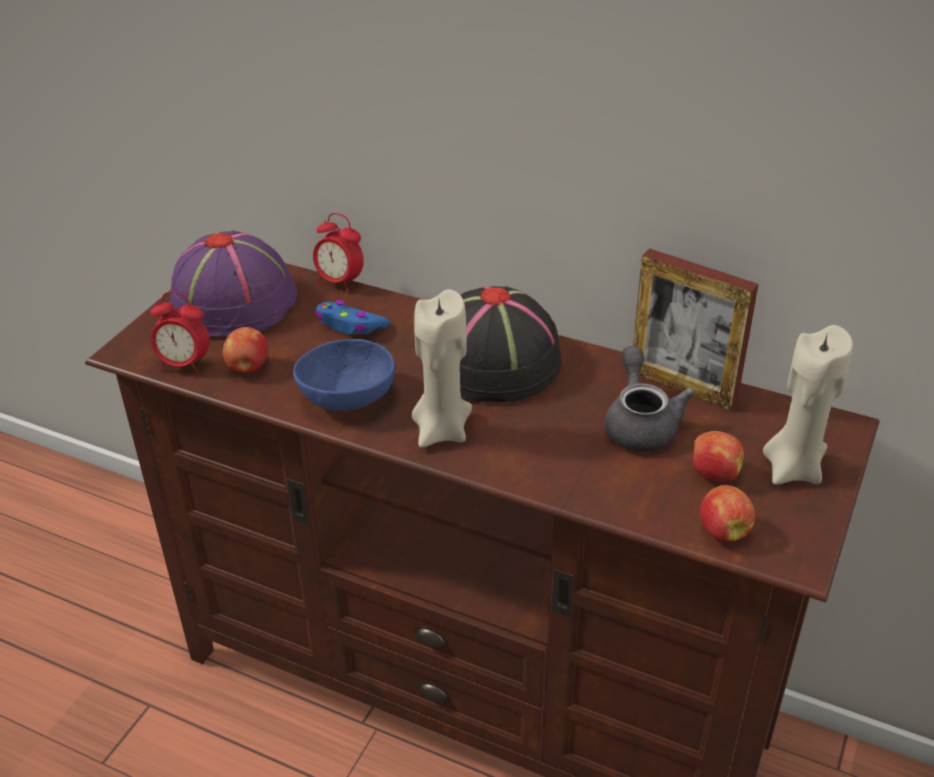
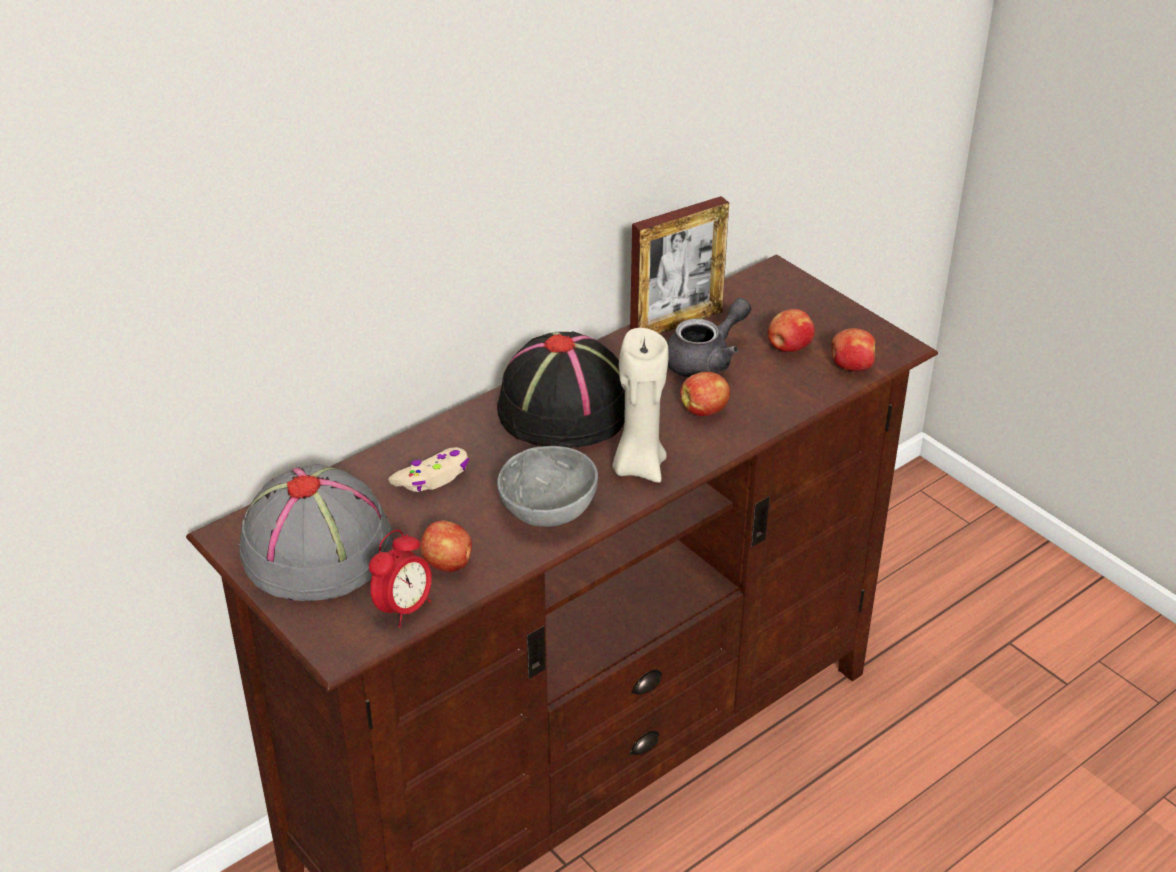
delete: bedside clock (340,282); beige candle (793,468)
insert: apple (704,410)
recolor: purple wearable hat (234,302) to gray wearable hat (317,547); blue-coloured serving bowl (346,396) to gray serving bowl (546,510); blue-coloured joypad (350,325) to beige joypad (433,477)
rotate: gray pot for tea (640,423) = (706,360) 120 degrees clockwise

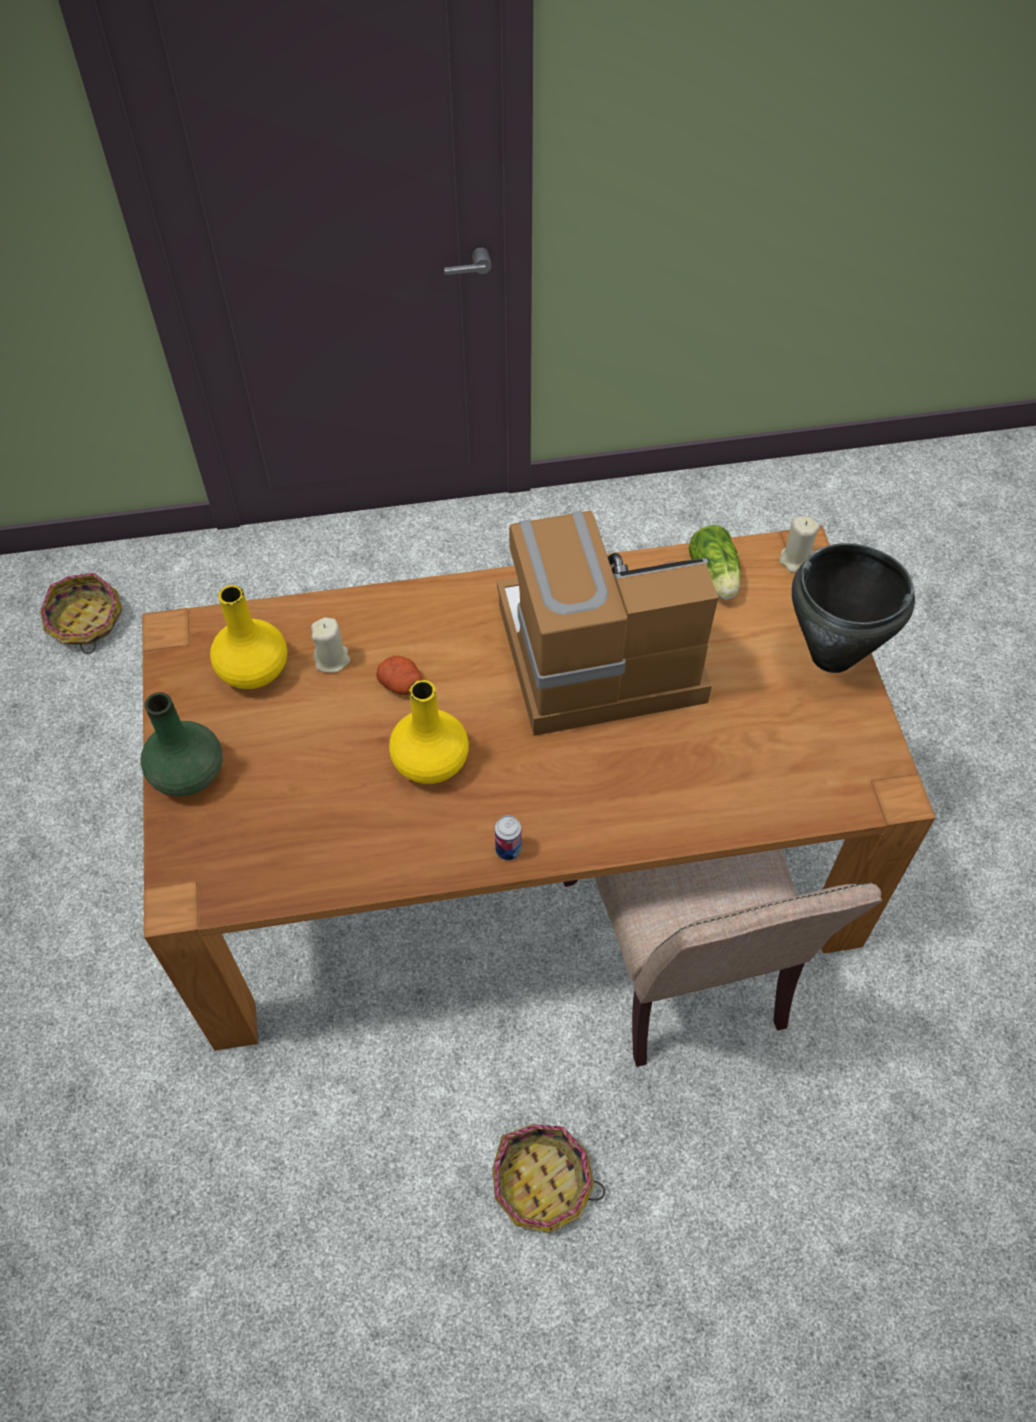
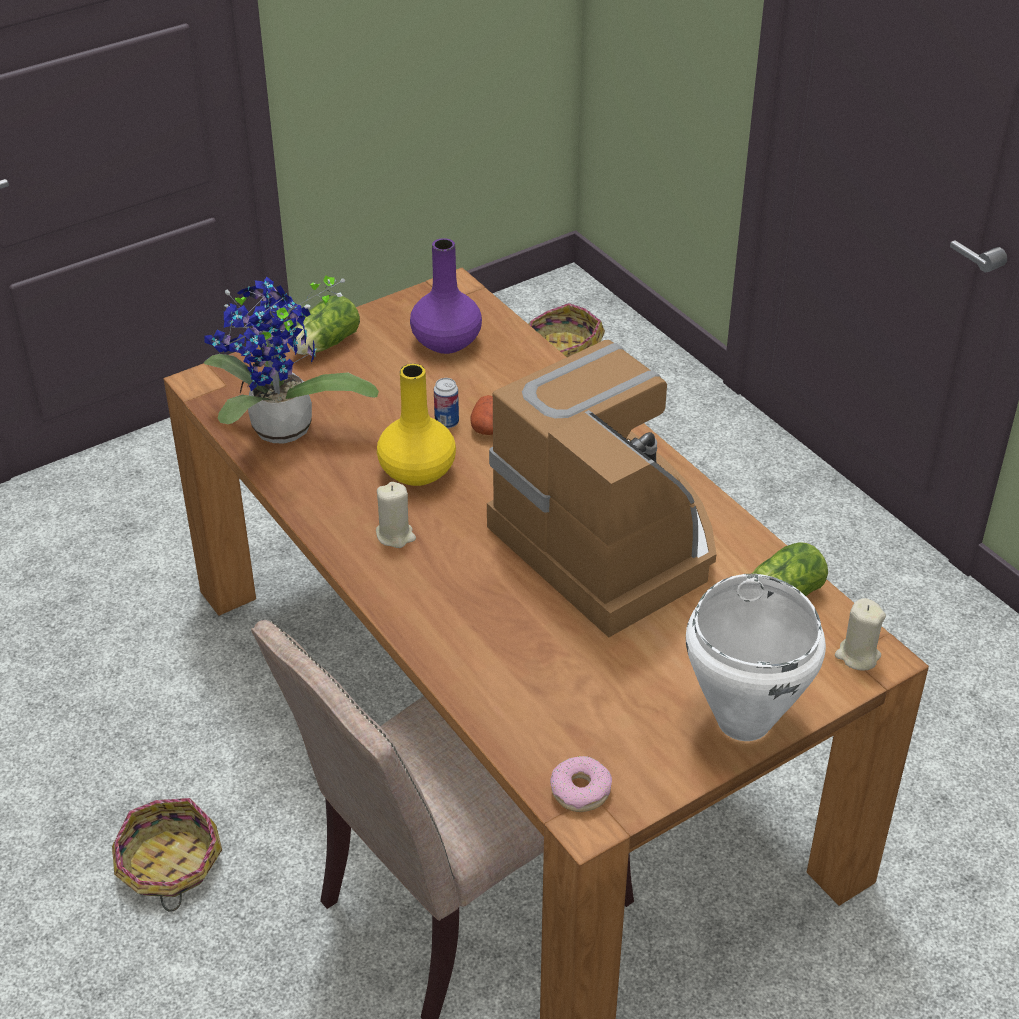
insert: plant in a pot (281,433); donut (580,790)
move: beige candle (332,659) to (395,535); can (508,850) to (446,422)
replace: green-coloured flower vase (188,772) to lettuce (323,345)
recolor: yellowish flower vase (253,669) to purple flower vase (447,341); black-coloured stockpot (832,656) to white stockpot (742,721)

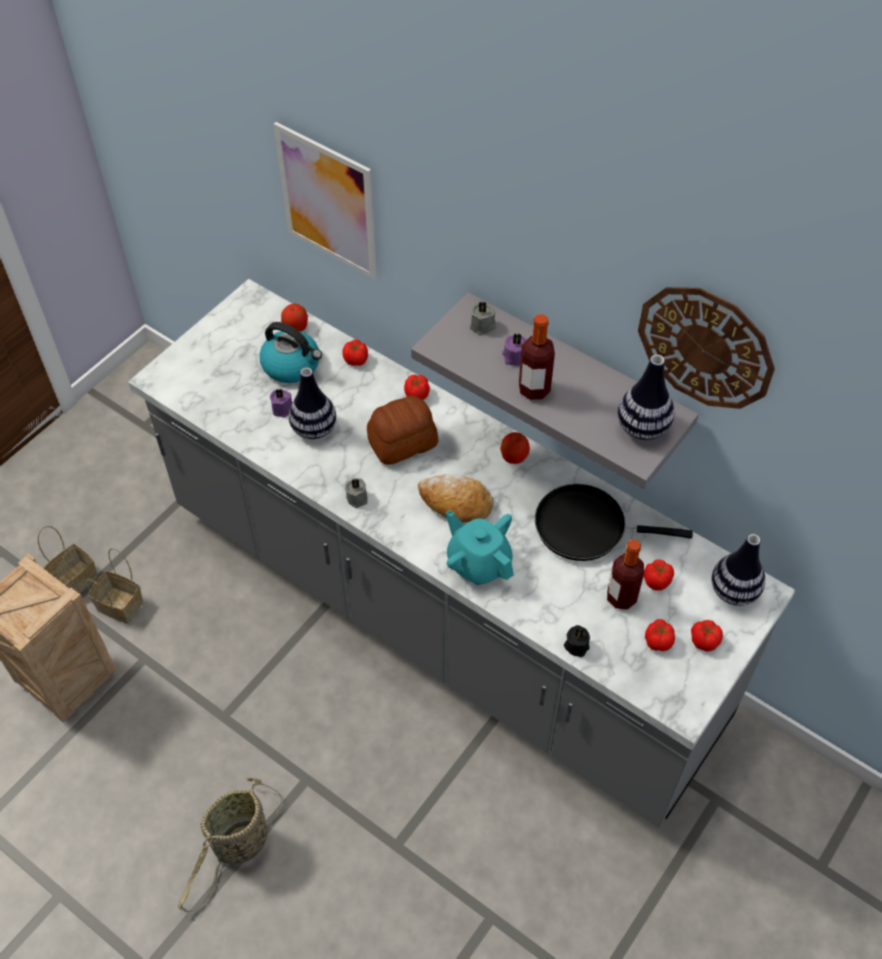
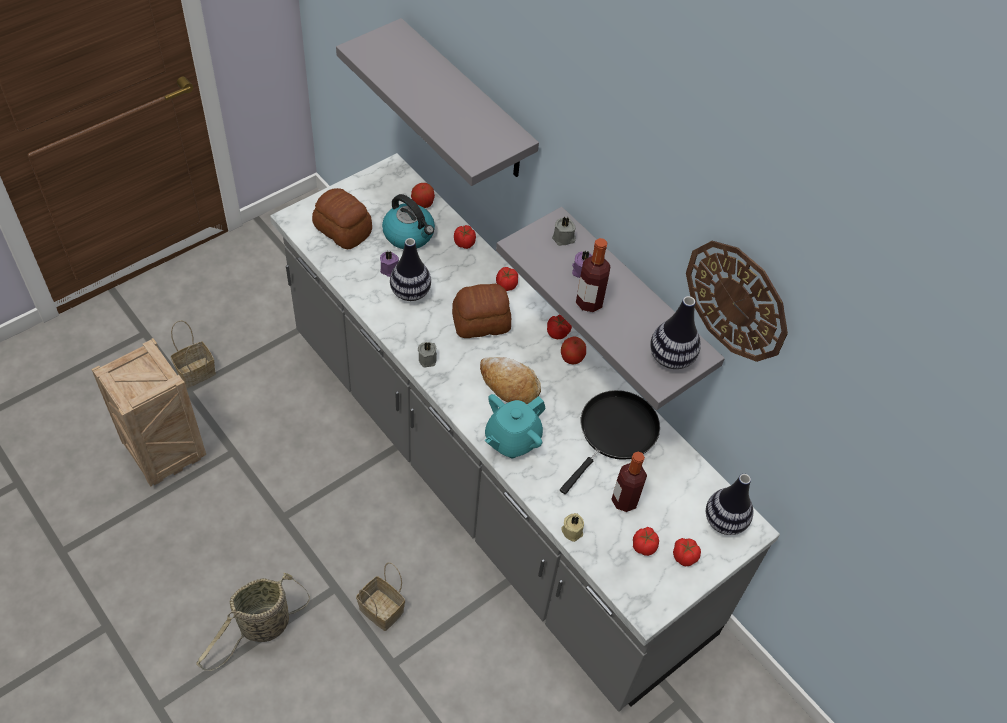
insert: bread (343,229)
move: storage basket (122,605) to (383,610); fresh tomato (657,581) to (558,332)
replace: wall picture (328,201) to gray wall shelf (466,102)
recolor: black-coloured candle (576,645) to beige candle (572,530)
rotate: blue-green pot for tea (478,562) = (512,439) 105 degrees counterclockwise; black-coloured frying pan (587,527) = (615,433) 105 degrees clockwise

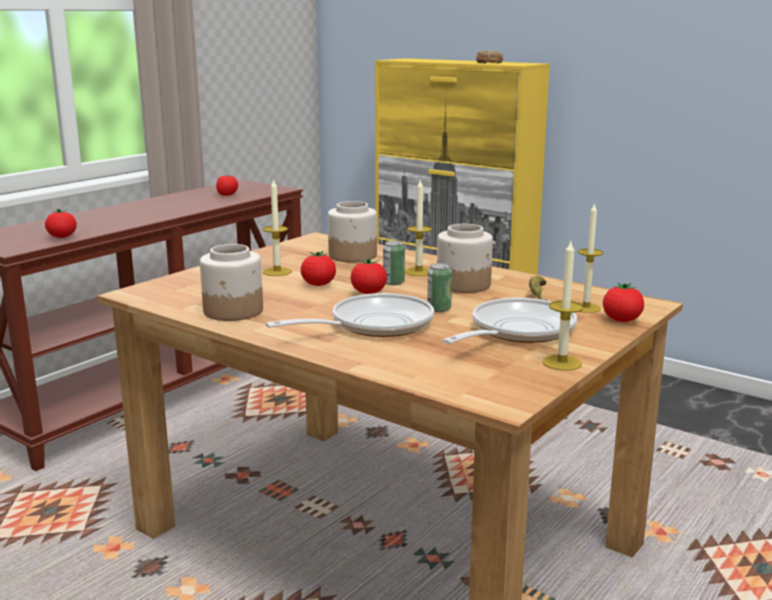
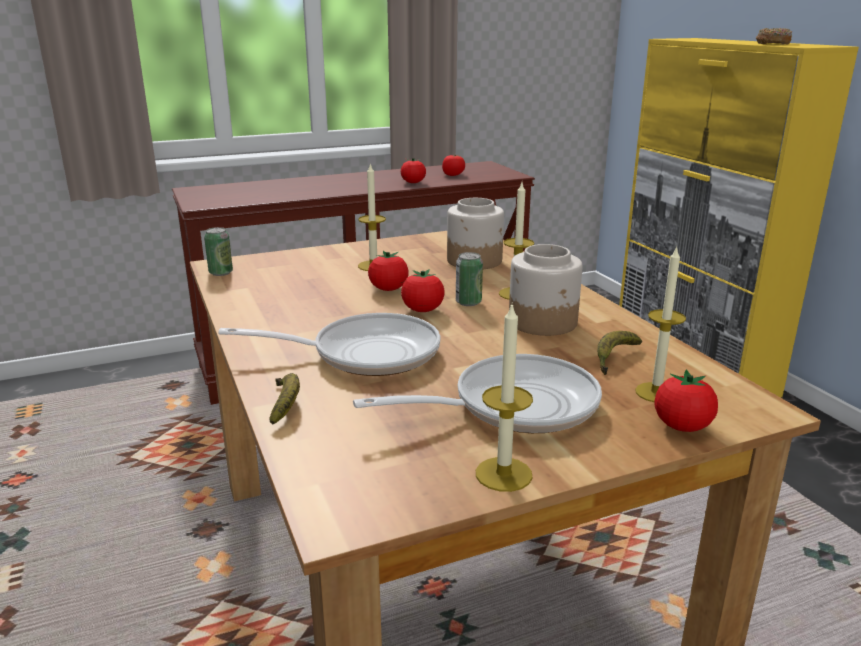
delete: jar (233,311)
insert: whole banana (286,405)
move: fresh tomato (62,237) to (413,182); can (439,309) to (221,273)

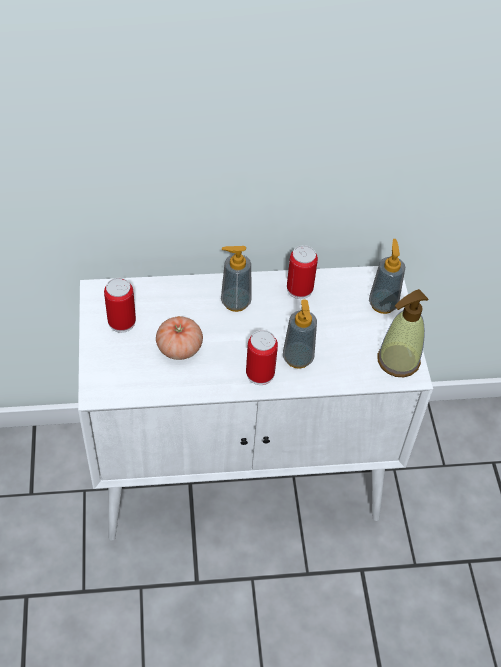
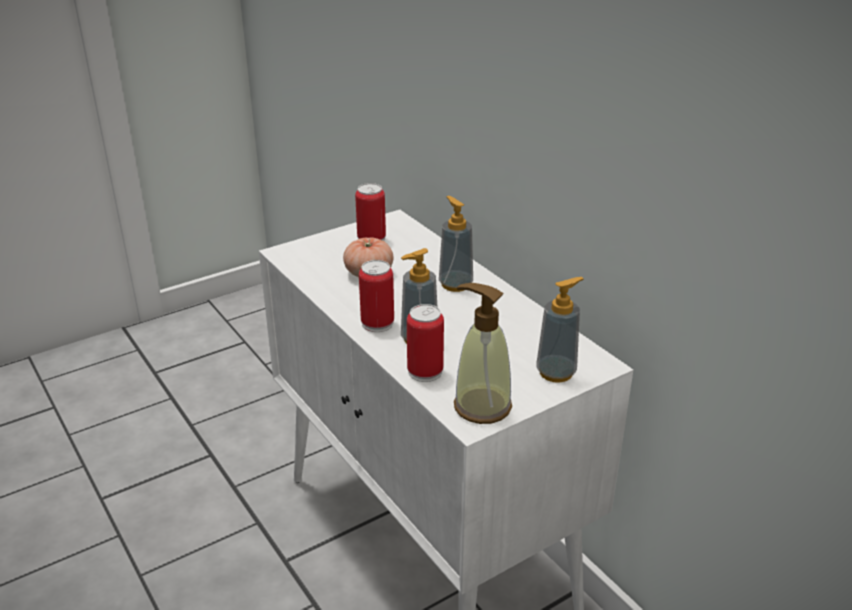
move: can (299,289) to (425,371)

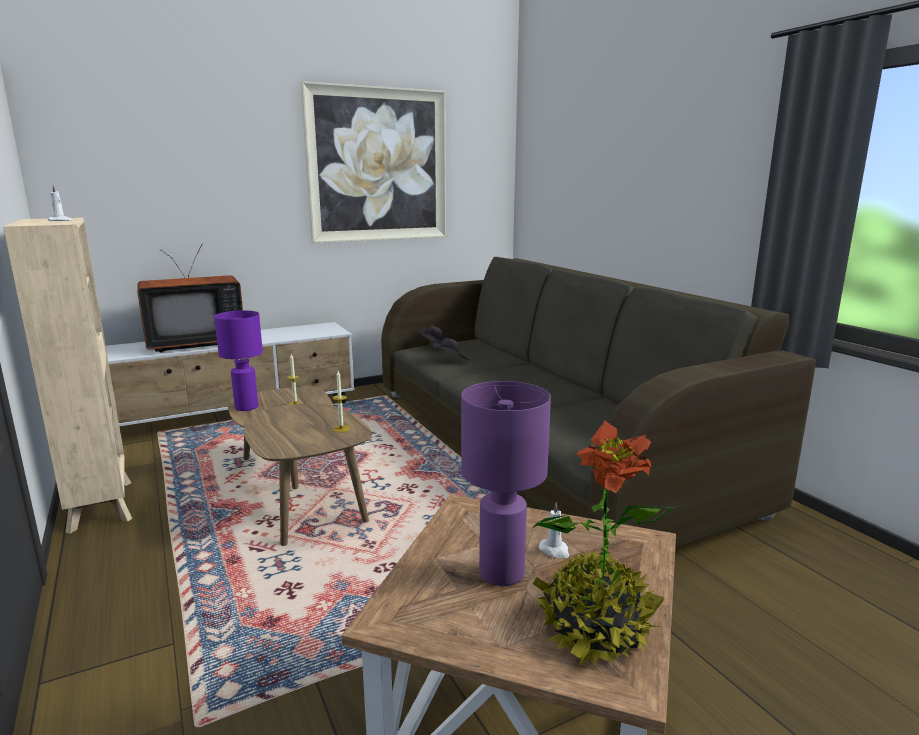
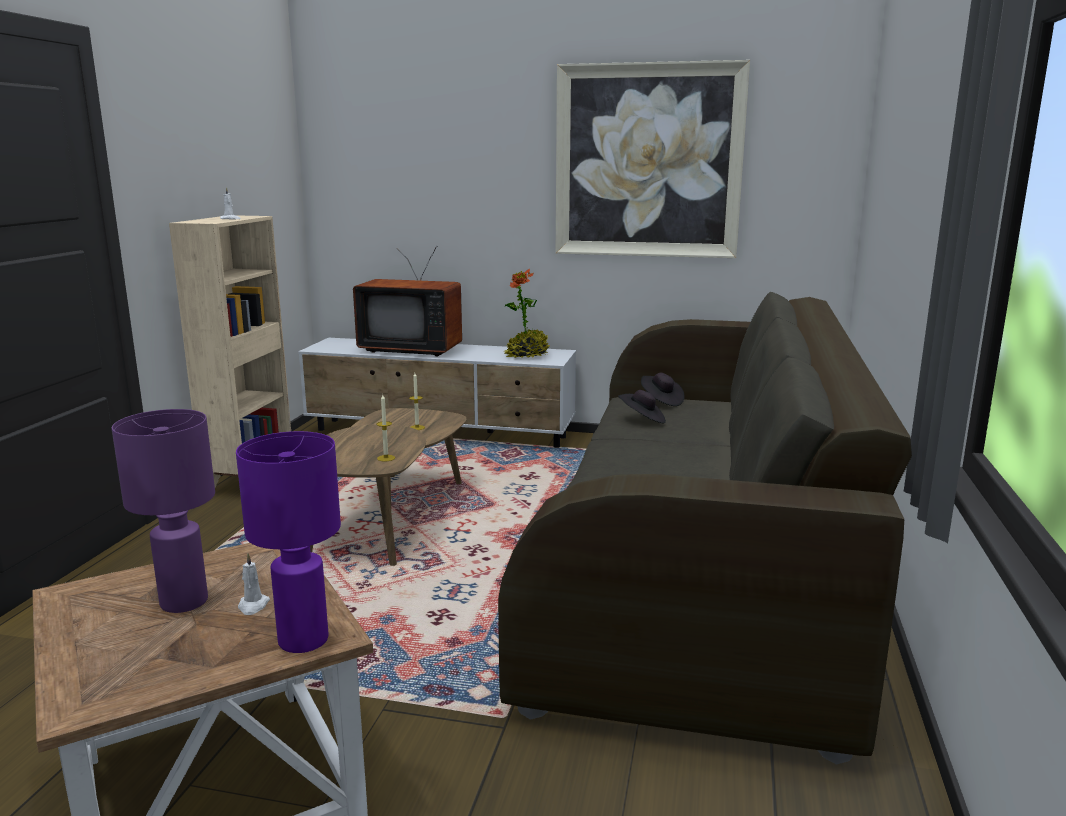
move: purple tabletop lamp (246,407) to (303,640); plant in a pot (595,627) to (527,355)

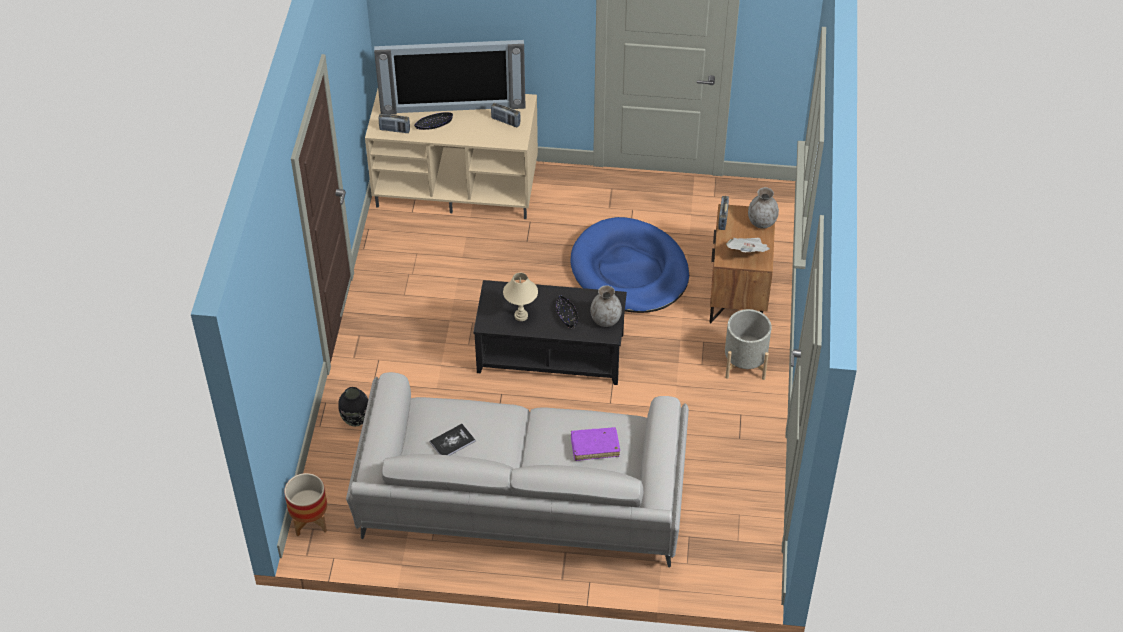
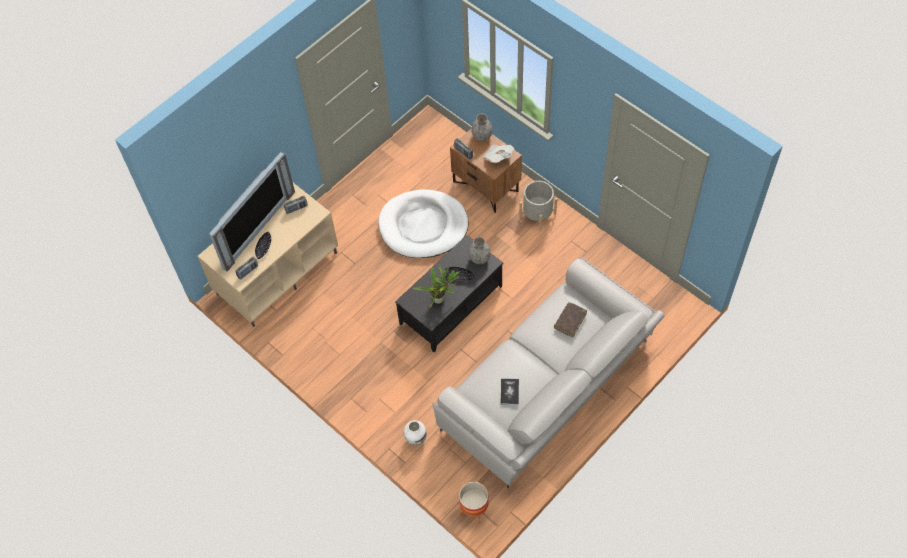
replace: beige tabletop lamp (520,316) to plant in a pot (440,299)
recolor: black-coloured flower vase (355,419) to white flower vase (416,439); blue-coloured pet bed (629,270) to white pet bed (423,226); purple volume (595,447) to brown volume (570,321)

